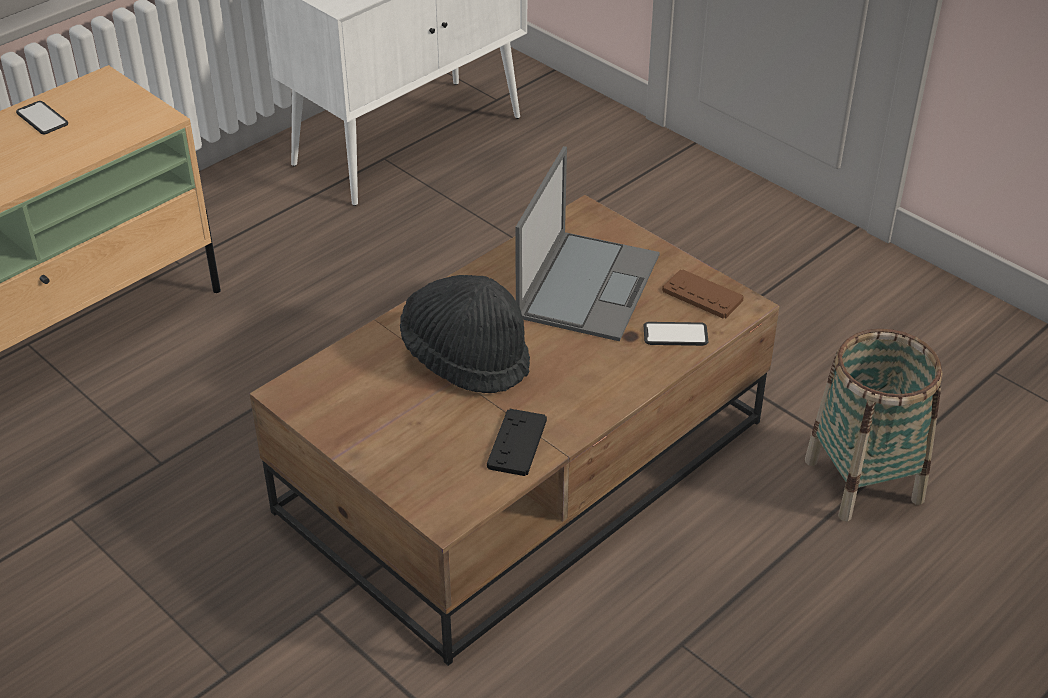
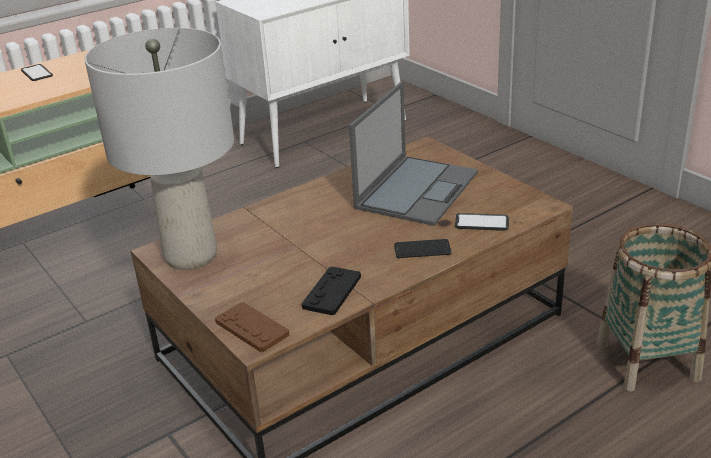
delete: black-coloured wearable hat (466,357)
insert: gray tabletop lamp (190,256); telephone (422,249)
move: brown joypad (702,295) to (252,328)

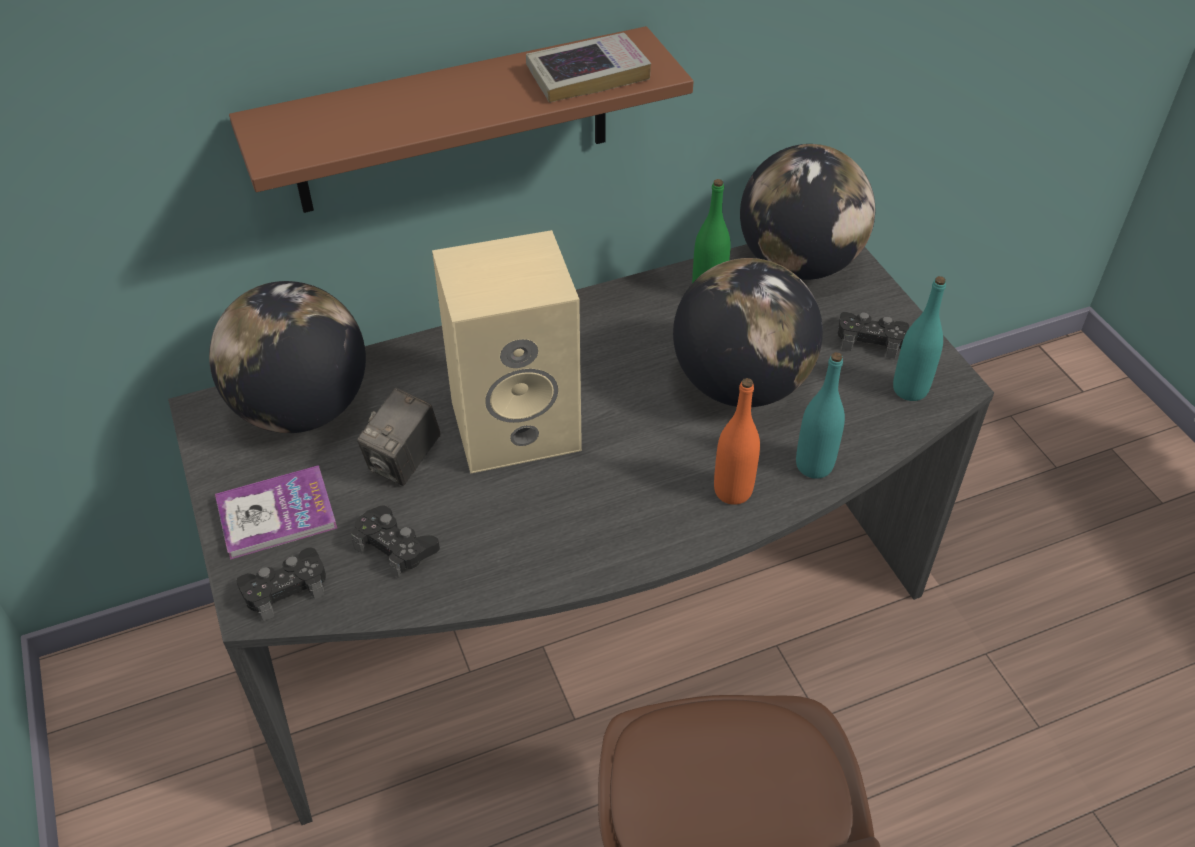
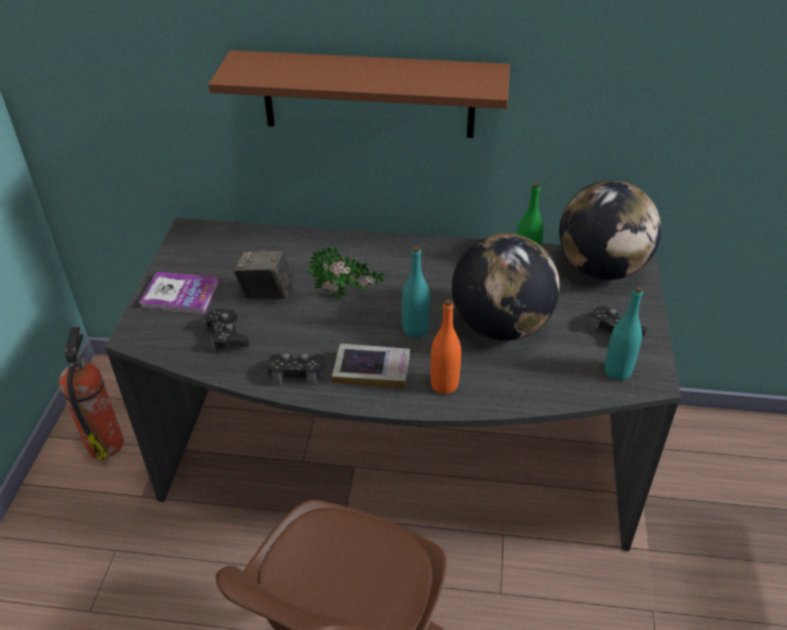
delete: desk globe (302,410)
insert: fire extinguisher (105,442)
move: black-coloured joypad (285,588) to (296,372); volume (587,75) to (372,370); blue-green beverage bottle (814,465) to (415,330)
replace: beige speaker (518,423) to plant in a pot (346,297)
rotate: still camera (404,461) = (267,293) 45 degrees clockwise

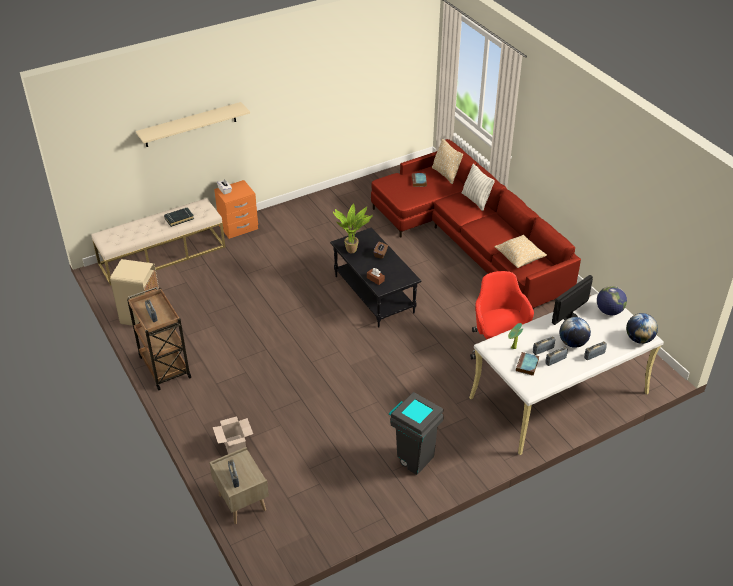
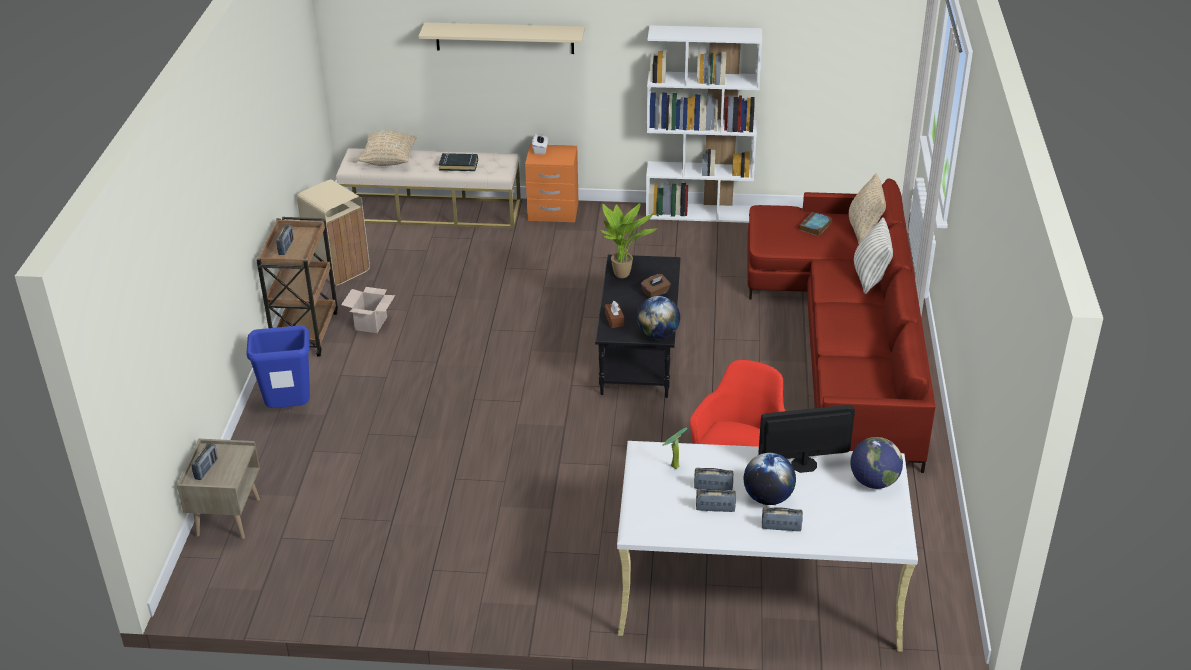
delete: gray waste bin (413,458); volume (527,366)
insert: blue-coloured waste bin (290,410); white bookcase (699,213)
move: carton (235,445) to (371,324); beige throw pillow (519,259) to (389,161); desk globe (639,339) to (658,335)

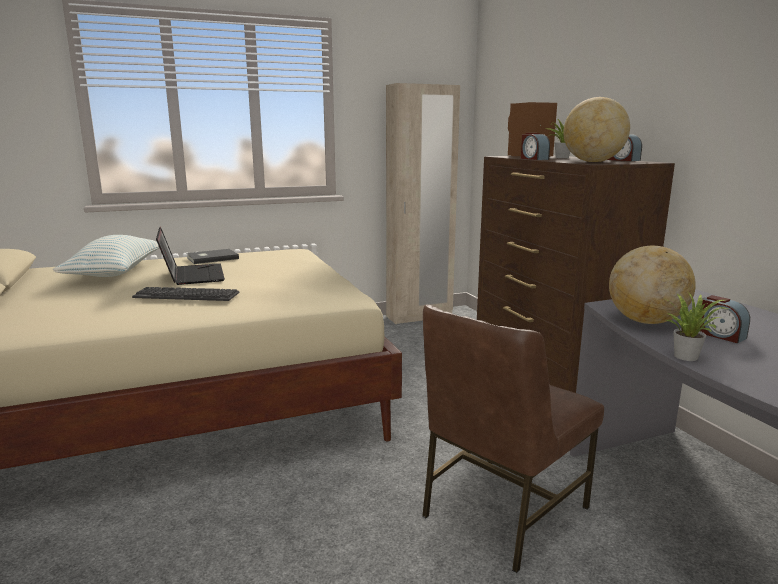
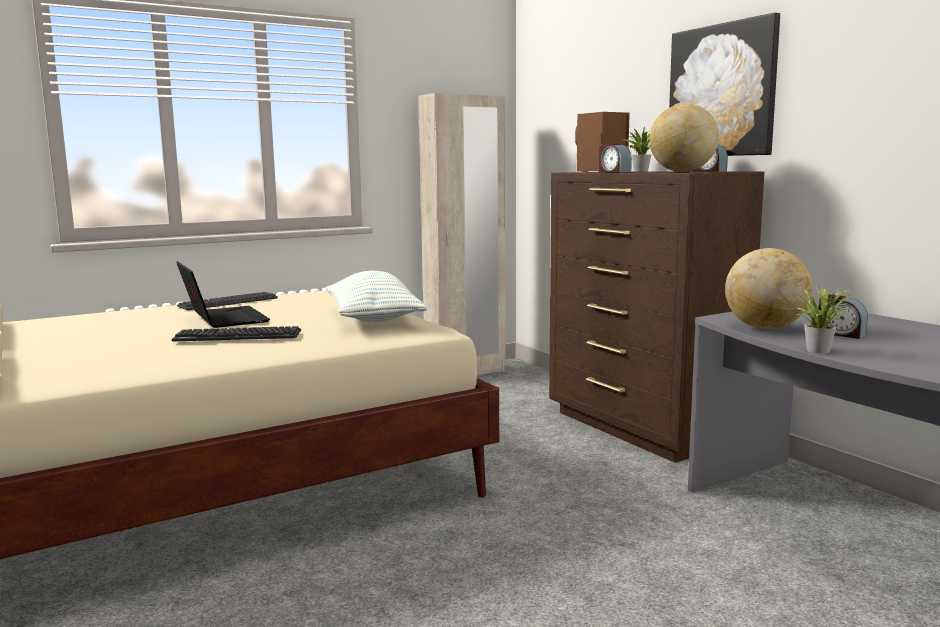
delete: brown chair (501,511)
insert: wall picture (722,91)
move: throw pillow (115,273) to (373,319)
replace: gray volume (211,258) to keyboard (228,302)

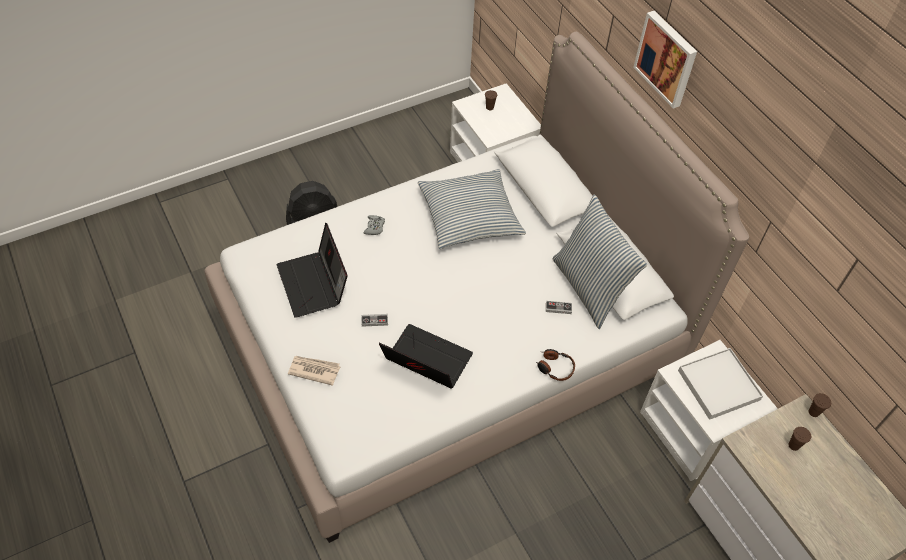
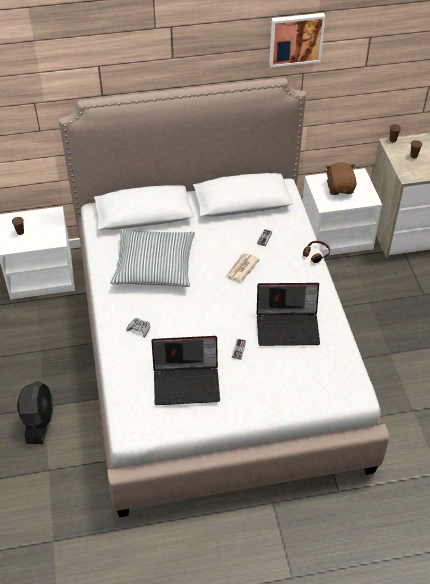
delete: throw pillow (589,288)
move: daily paper (314,370) to (241,269); wall picture (667,58) to (295,38)
replace: white tray (718,385) to brown cuddly toy (340,188)
rotate: portable computer (425,361) = (288,326) 135 degrees counterclockwise

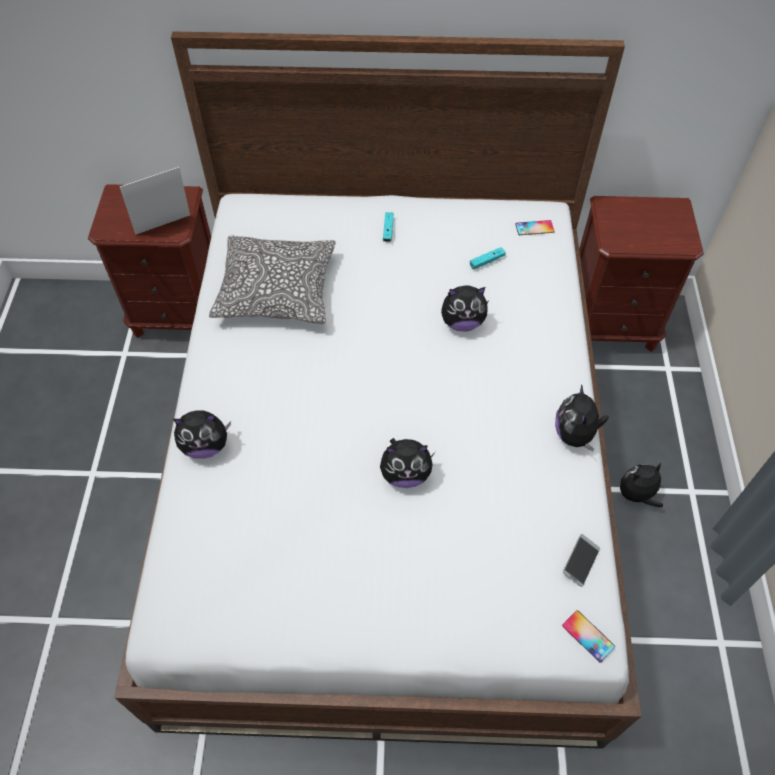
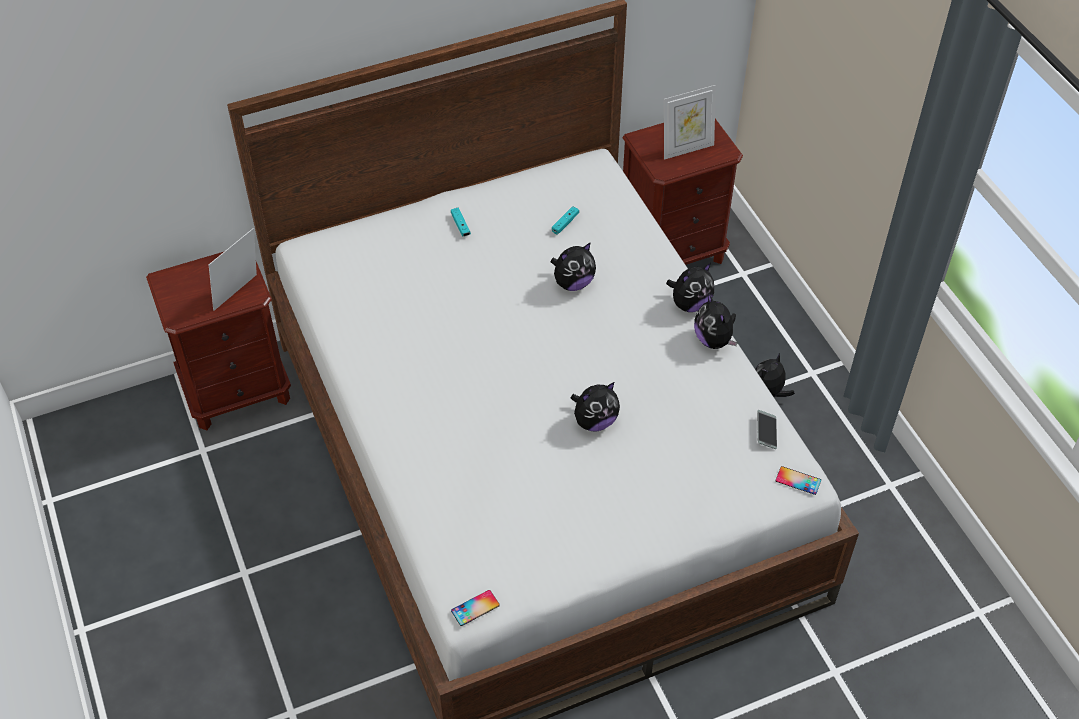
delete: throw pillow (276,290)
insert: photo frame (686,148)
move: cuddly toy (205,446) to (690,304); telephone (534,228) to (475,608)

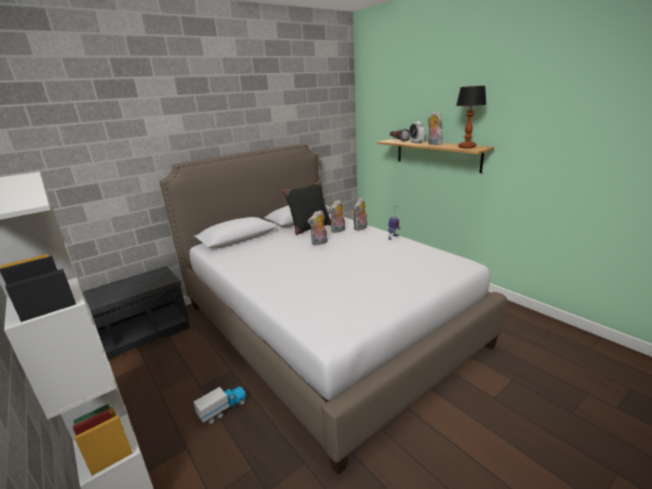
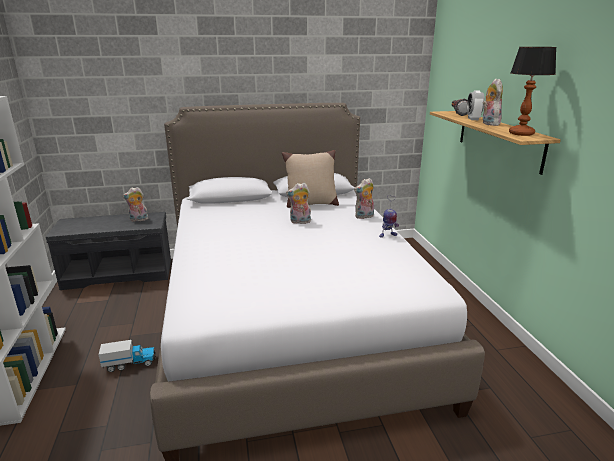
move: cuddly toy (338,231) to (138,220)
recolor: black-coloured throw pillow (310,228) to beige throw pillow (310,204)

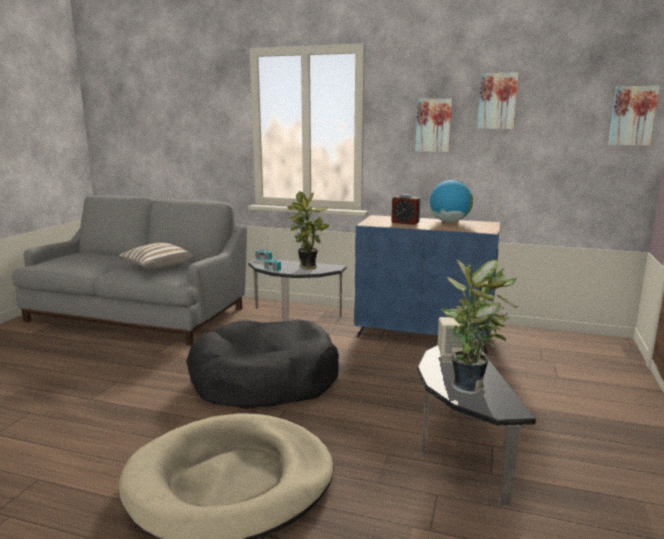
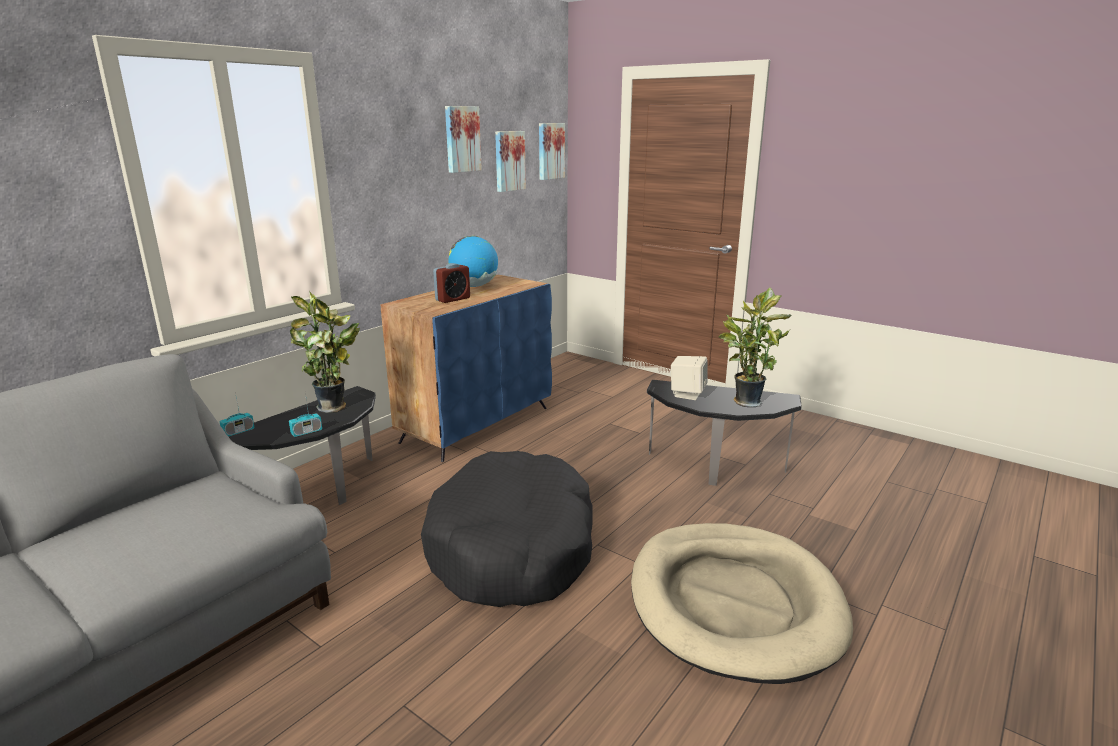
delete: throw pillow (157,267)
move: wall picture (433,125) to (508,161)

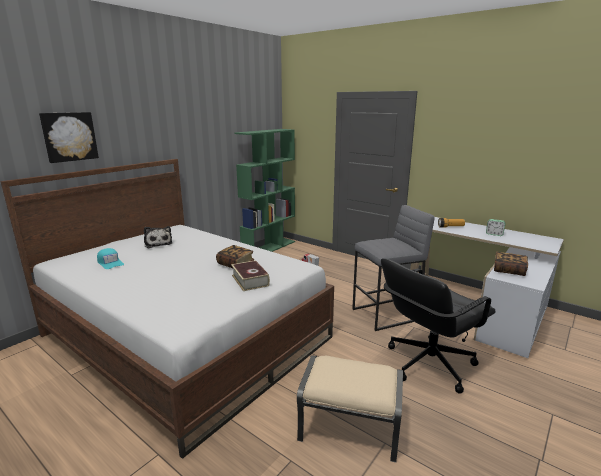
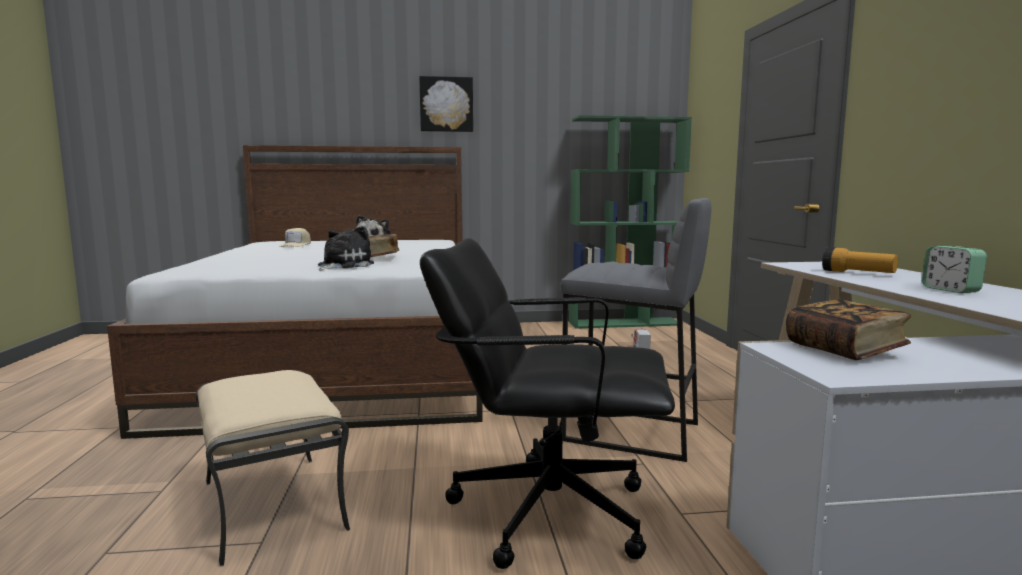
move: wall picture (69,136) to (446,104)
replace: volume (250,280) to cuddly toy (342,266)
recolor: blue-green peaked cap (110,263) to beige peaked cap (296,245)

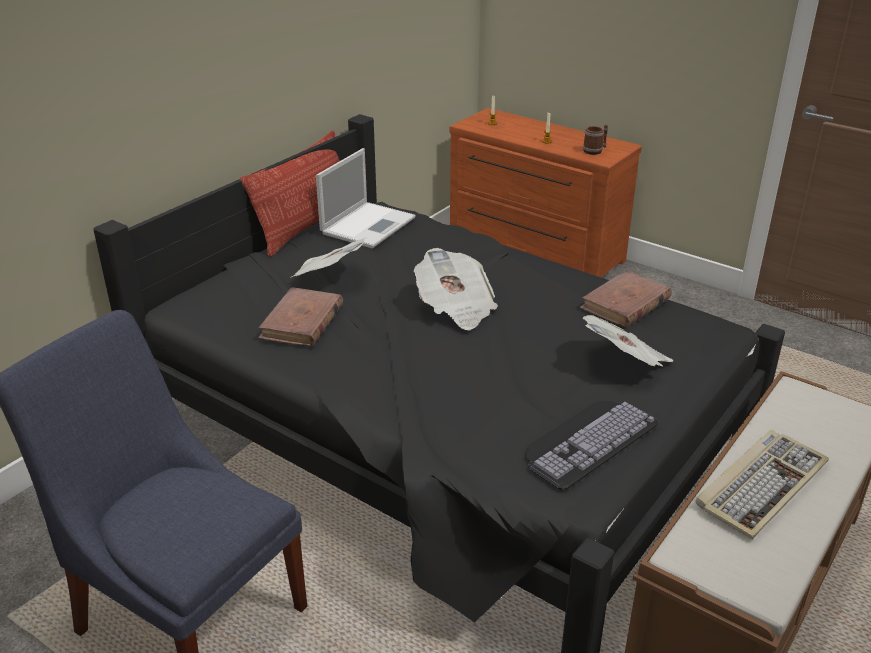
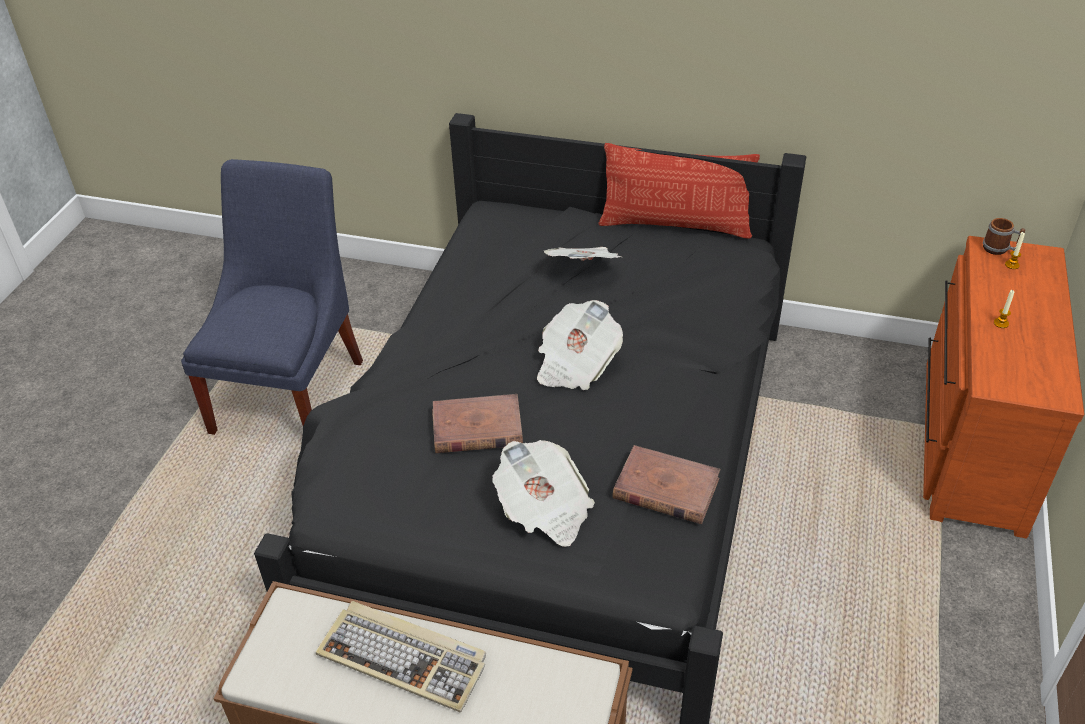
delete: portable computer (369,225); keyboard (587,439)
move: brown volume (302,322) to (476,428); tea mug (595,150) to (1000,250)

